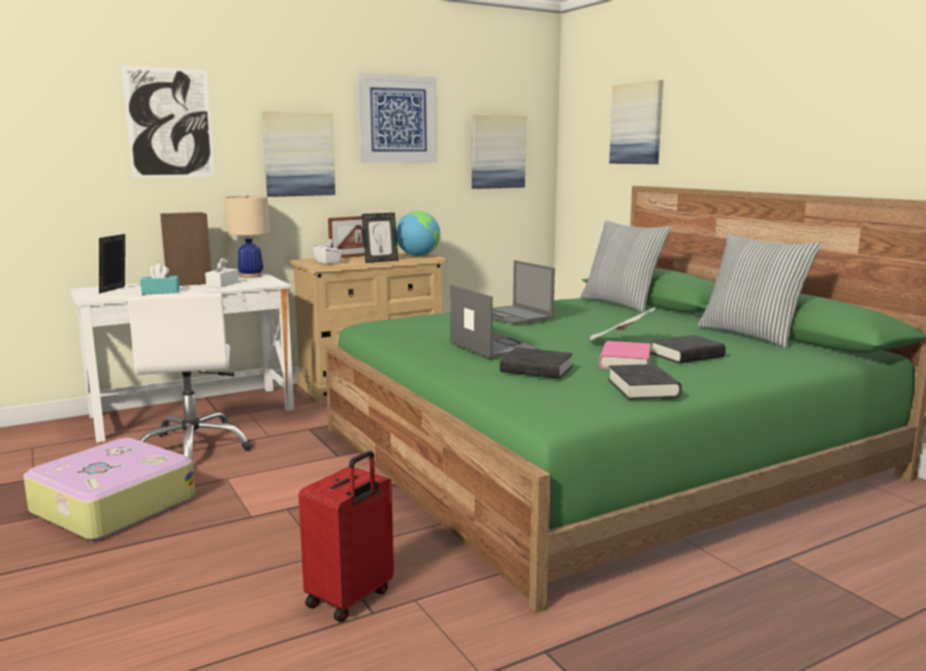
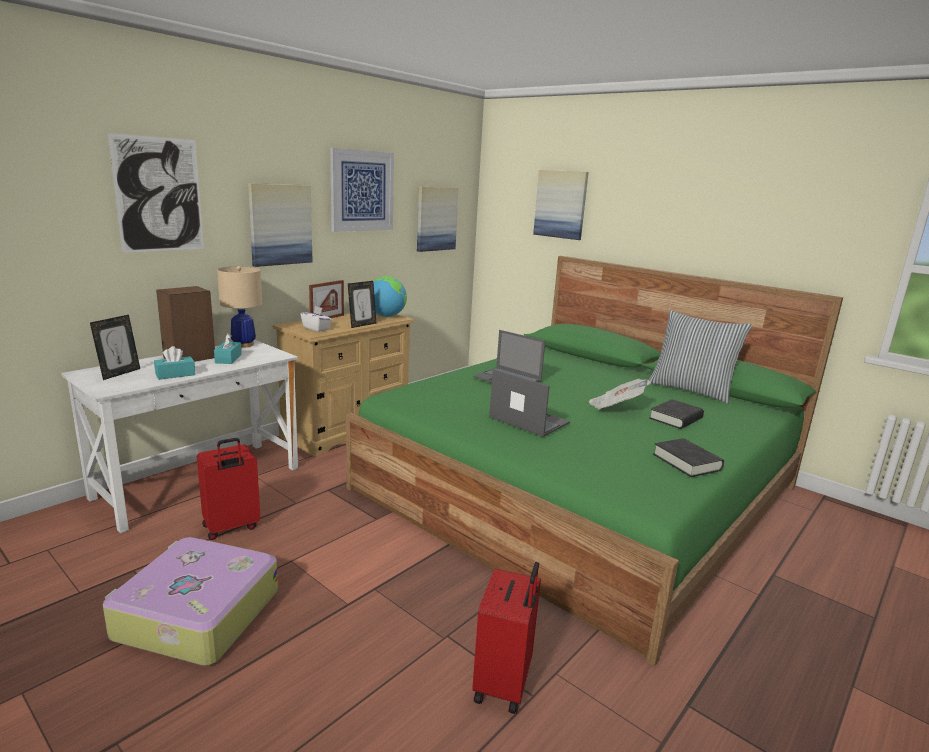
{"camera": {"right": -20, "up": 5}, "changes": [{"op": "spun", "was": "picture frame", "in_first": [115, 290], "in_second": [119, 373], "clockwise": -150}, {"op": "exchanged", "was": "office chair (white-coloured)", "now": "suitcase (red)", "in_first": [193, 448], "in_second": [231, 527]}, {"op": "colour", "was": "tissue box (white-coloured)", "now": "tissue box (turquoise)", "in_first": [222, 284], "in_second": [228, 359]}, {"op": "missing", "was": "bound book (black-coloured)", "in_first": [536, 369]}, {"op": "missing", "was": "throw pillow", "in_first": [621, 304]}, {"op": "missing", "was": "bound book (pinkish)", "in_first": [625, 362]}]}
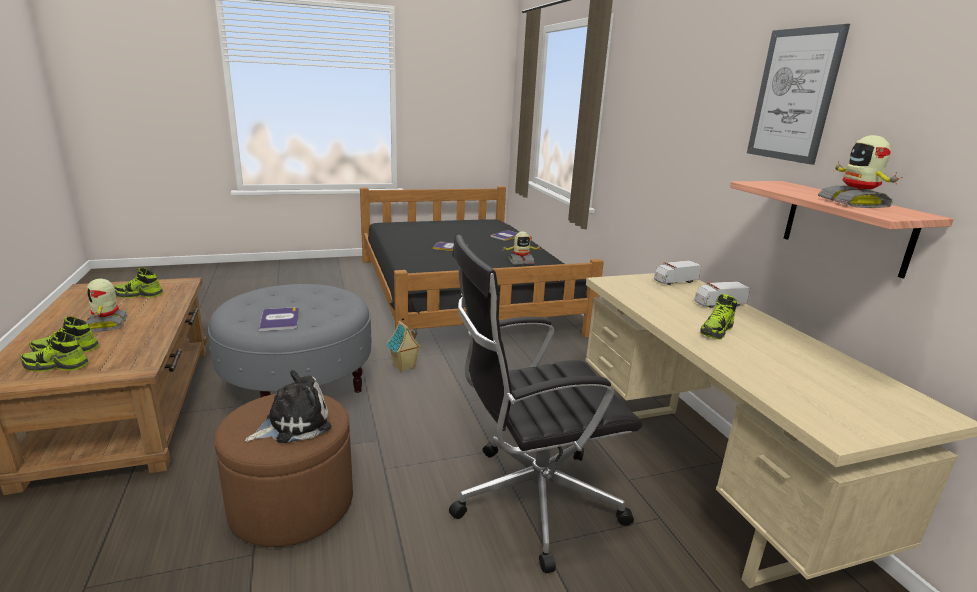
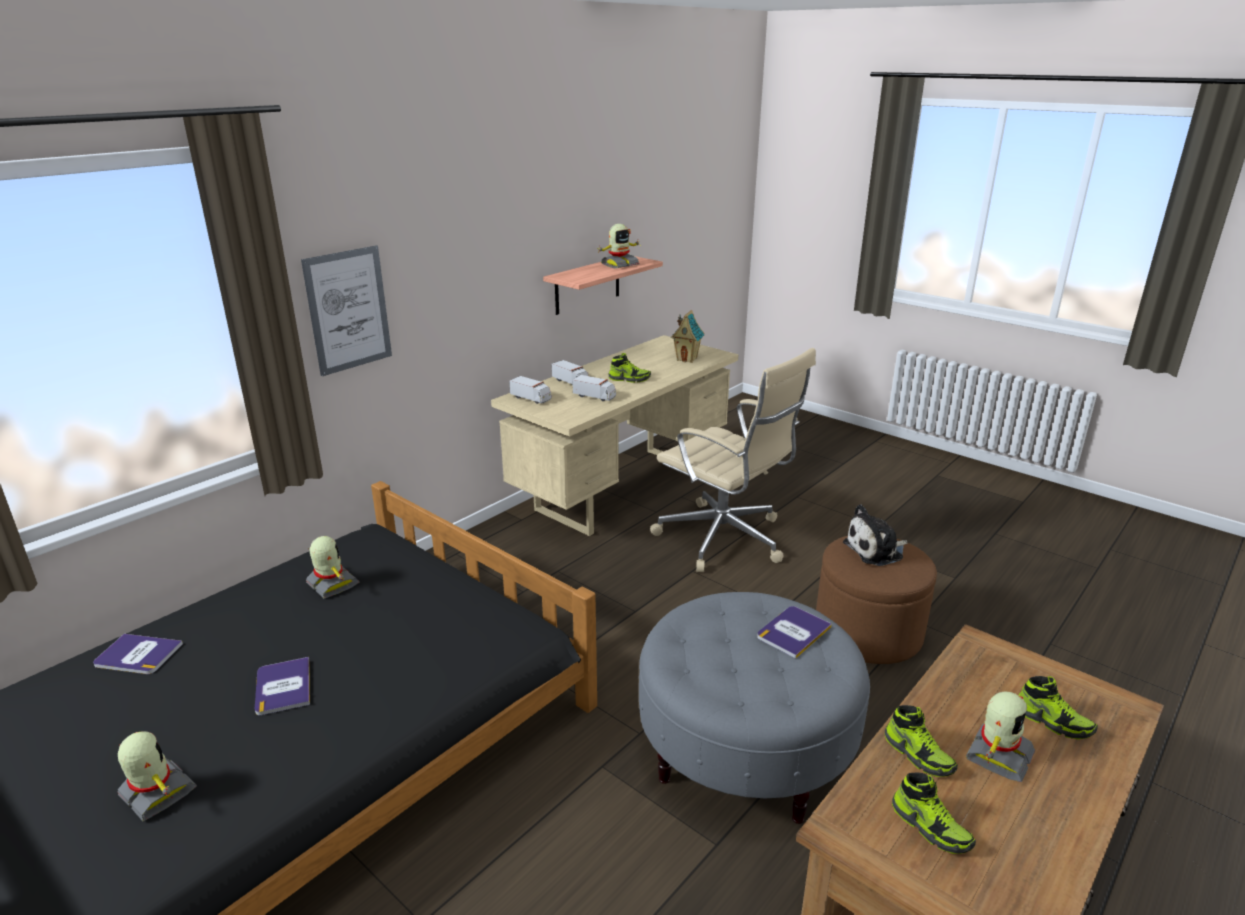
{"camera": {"right": -120, "up": 5}, "changes": [{"op": "relocated", "was": "low shoe", "in_first": [56, 366], "in_second": [918, 755]}, {"op": "spun", "was": "soft toy", "in_first": [293, 424], "in_second": [876, 550], "clockwise": -45}, {"op": "relocated", "was": "toy house", "in_first": [404, 367], "in_second": [687, 359]}, {"op": "colour", "was": "office chair (black-coloured)", "now": "office chair (sand-coloured)", "in_first": [531, 500], "in_second": [725, 540]}, {"op": "relocated", "was": "wall picture", "in_first": [793, 95], "in_second": [348, 310]}, {"op": "appeared", "now": "toy robot", "in_second": [156, 794]}, {"op": "appeared", "now": "model truck", "in_second": [595, 396]}]}
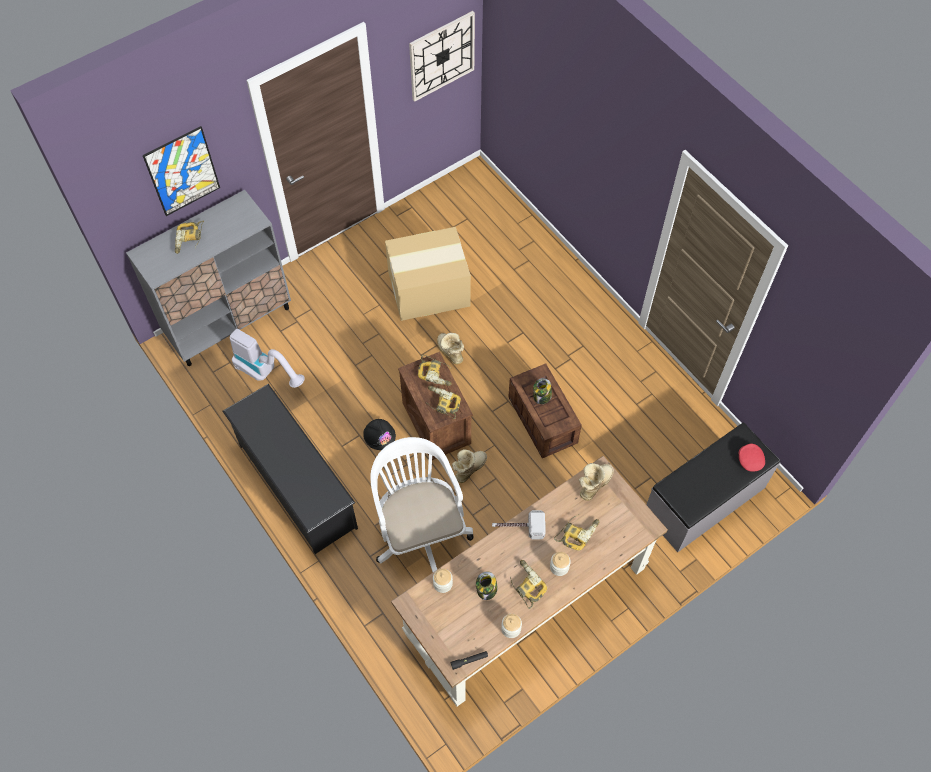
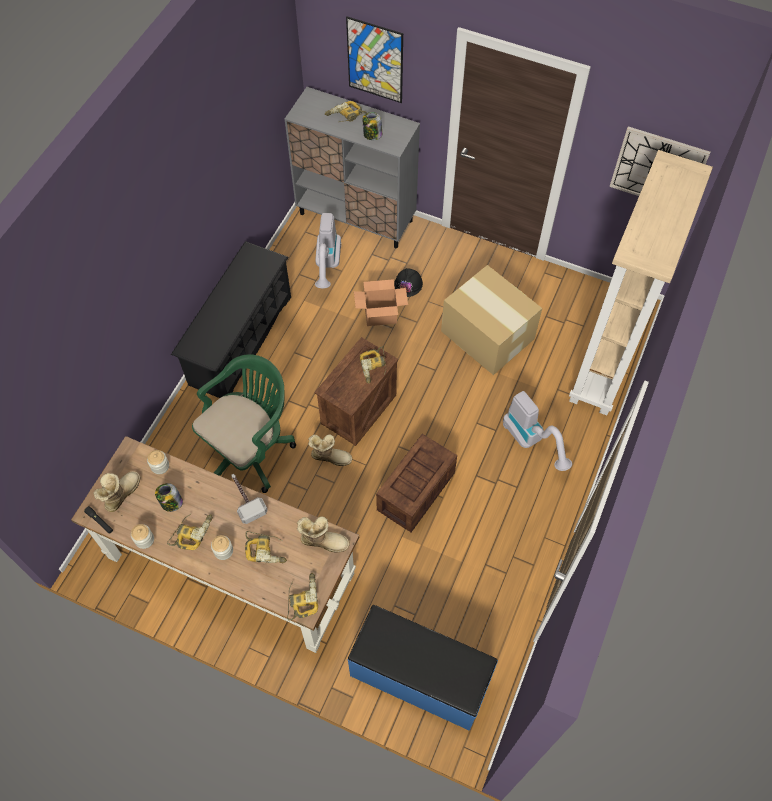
{"camera": {"right": 60, "up": 0}, "changes": [{"op": "relocated", "was": "work helmet (black-coloured)", "in_first": [379, 435], "in_second": [408, 284]}, {"op": "colour", "was": "office chair (white-coloured)", "now": "office chair (green-coloured)", "in_first": [419, 530], "in_second": [250, 449]}, {"op": "relocated", "was": "electric drill", "in_first": [442, 403], "in_second": [302, 597]}, {"op": "relocated", "was": "tall boot", "in_first": [449, 352], "in_second": [120, 494]}, {"op": "relocated", "was": "jar", "in_first": [542, 397], "in_second": [372, 135]}, {"op": "colour", "was": "indoor bench (grey)", "now": "indoor bench (bluish)", "in_first": [705, 501], "in_second": [419, 677]}, {"op": "missing", "was": "baseball cap (red)", "in_first": [749, 459]}, {"op": "appeared", "now": "carton", "in_second": [381, 315]}, {"op": "appeared", "now": "vacuum", "in_second": [532, 441]}, {"op": "appeared", "now": "bookshelf (sand-coloured)", "in_second": [606, 363]}]}
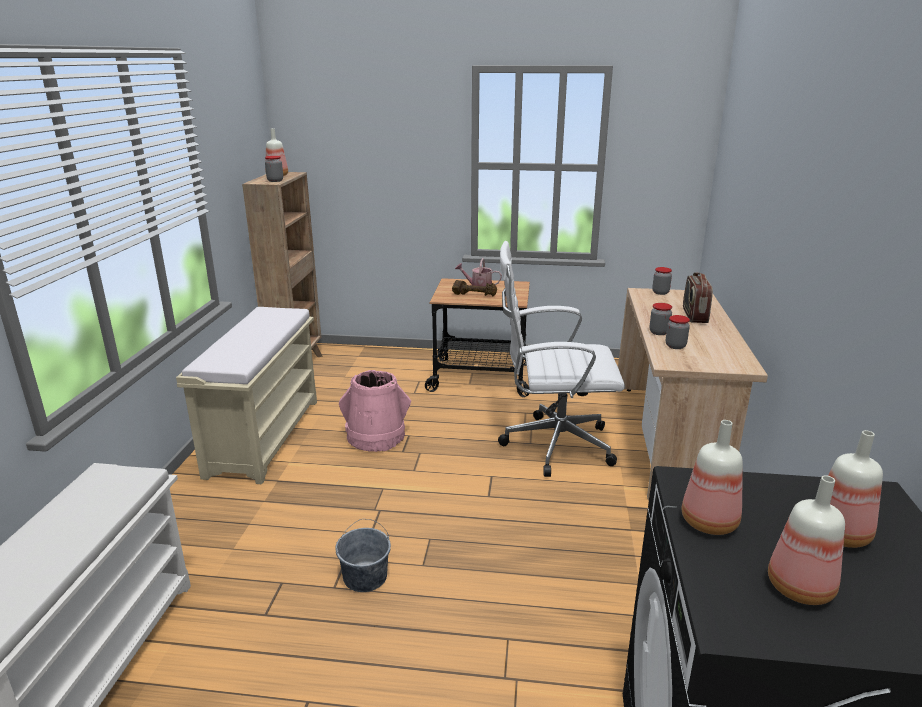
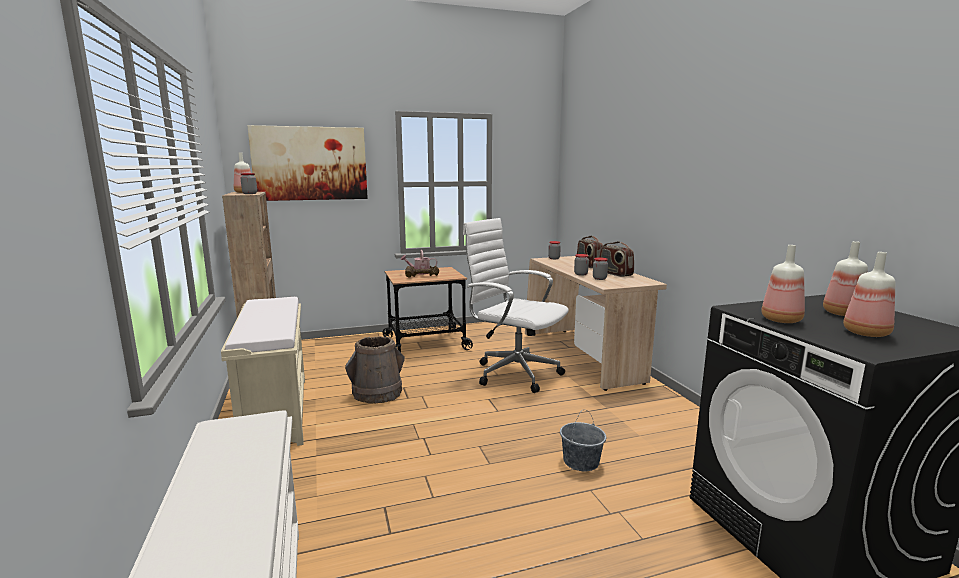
{"camera": {"right": -25, "up": -10}, "changes": [{"op": "relocated", "was": "water bucket (grey)", "in_first": [364, 577], "in_second": [581, 462]}, {"op": "colour", "was": "water bucket (pinkish)", "now": "water bucket (brownish)", "in_first": [376, 437], "in_second": [377, 393]}, {"op": "spun", "was": "office chair (white-coloured)", "in_first": [552, 445], "in_second": [513, 373], "clockwise": 60}, {"op": "appeared", "now": "wall picture", "in_second": [310, 163]}, {"op": "appeared", "now": "radio set", "in_second": [614, 273]}]}
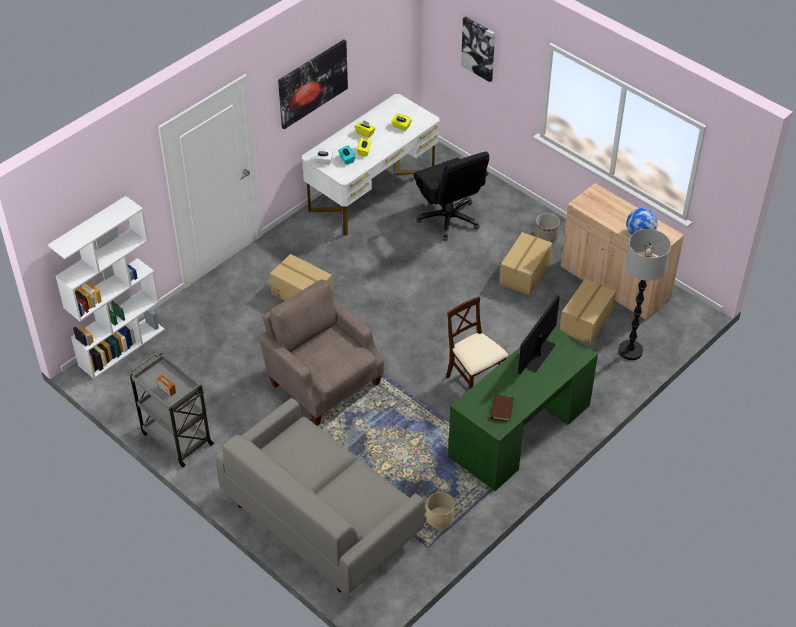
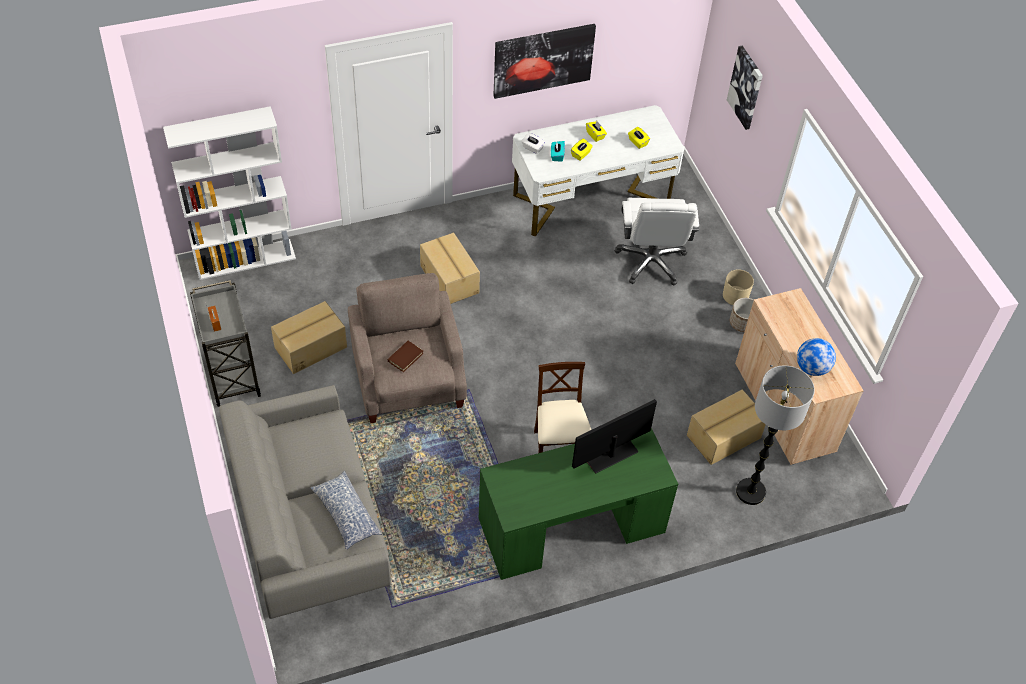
{"camera": {"right": 25, "up": 5}, "changes": [{"op": "colour", "was": "office chair (black-coloured)", "now": "office chair (white-coloured)", "in_first": [449, 218], "in_second": [651, 261]}, {"op": "relocated", "was": "planter (sand-coloured)", "in_first": [440, 518], "in_second": [735, 296]}, {"op": "relocated", "was": "bound book (brownish)", "in_first": [502, 409], "in_second": [405, 357]}, {"op": "relocated", "was": "carton", "in_first": [524, 273], "in_second": [310, 347]}, {"op": "appeared", "now": "throw pillow", "in_second": [346, 515]}]}
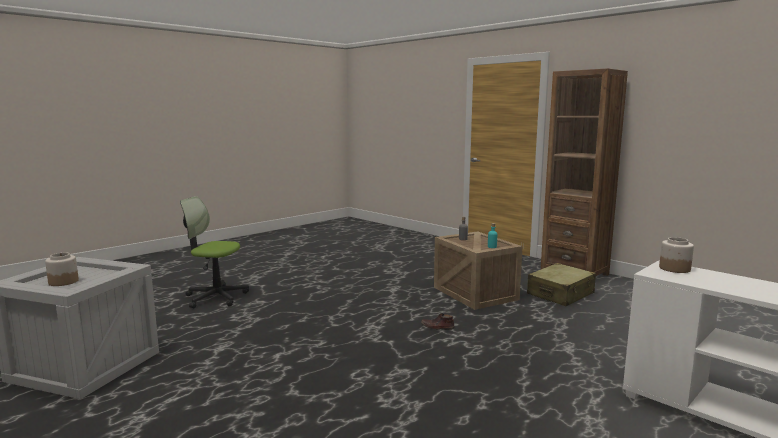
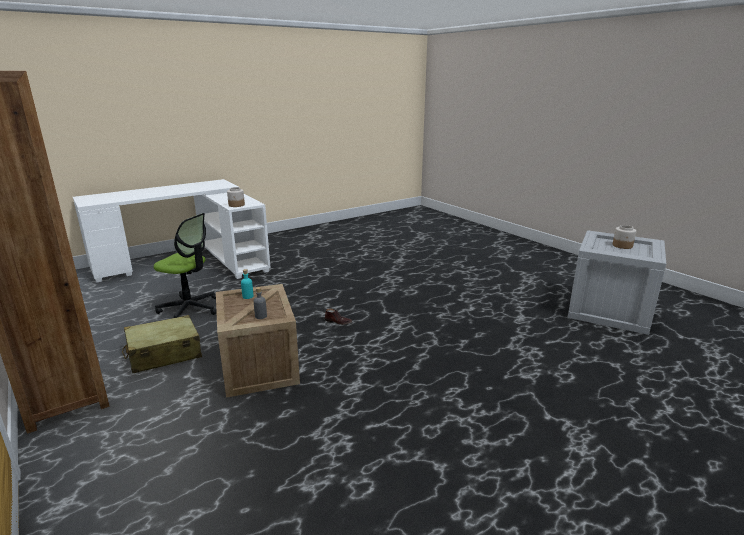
{"camera": {"right": -170, "up": 10}, "changes": [{"op": "relocated", "was": "office chair", "in_first": [216, 297], "in_second": [190, 309]}]}
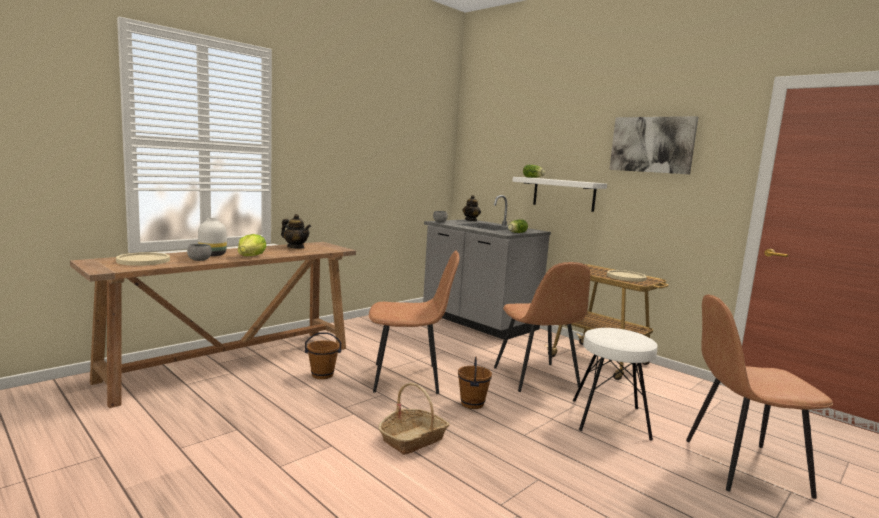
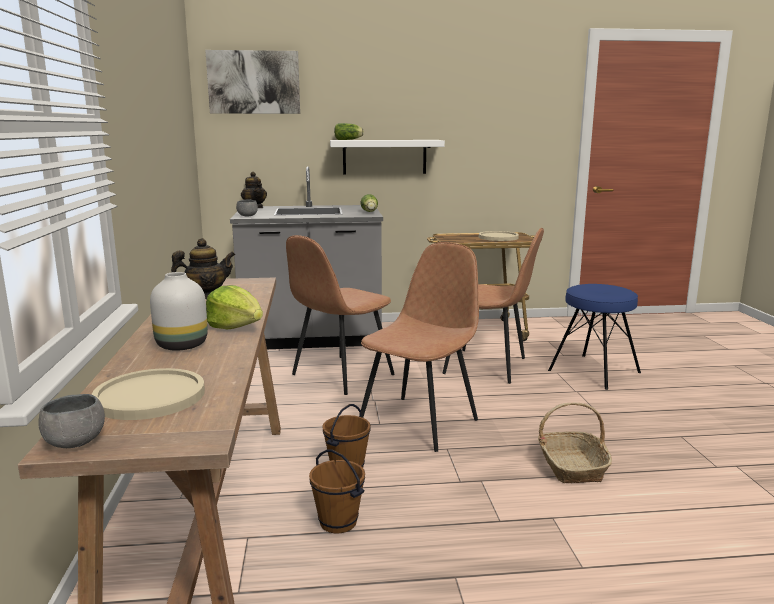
{"camera": {"right": -50, "up": 5}, "changes": [{"op": "relocated", "was": "bowl (grey)", "in_first": [199, 260], "in_second": [75, 442]}, {"op": "relocated", "was": "water bucket (brownish)", "in_first": [472, 404], "in_second": [339, 522]}, {"op": "colour", "was": "sitting stool (white-coloured)", "now": "sitting stool (bluish)", "in_first": [610, 419], "in_second": [594, 371]}, {"op": "relocated", "was": "wall picture", "in_first": [652, 144], "in_second": [254, 82]}, {"op": "relocated", "was": "upright chair (brownish)", "in_first": [741, 466], "in_second": [340, 375]}]}
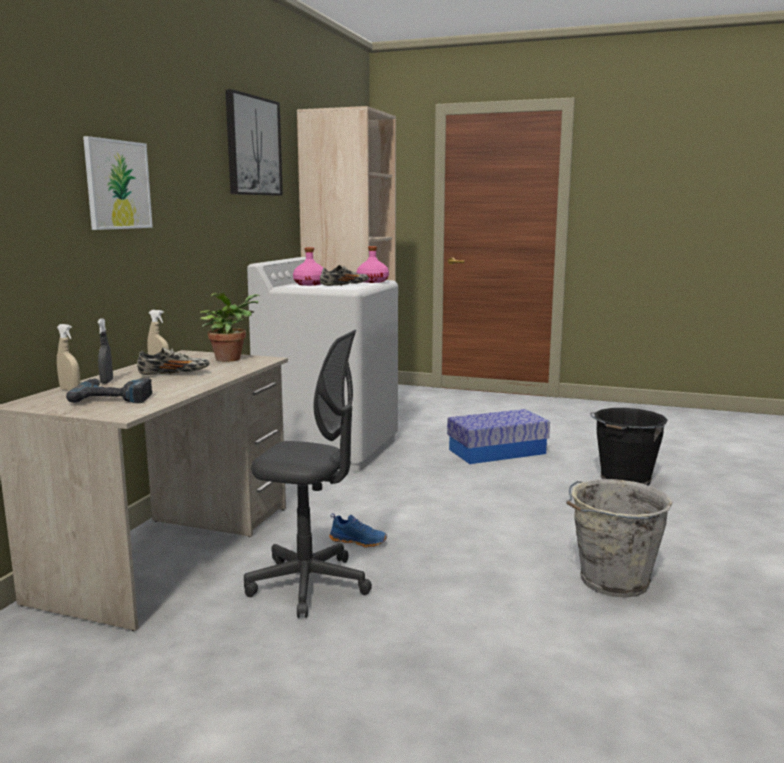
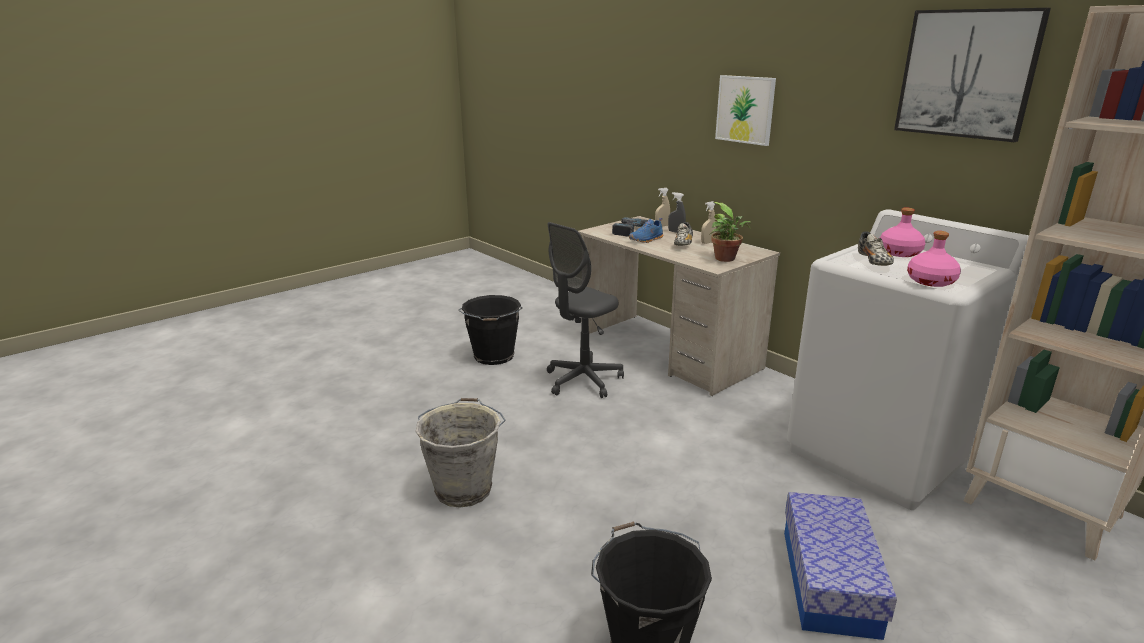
{"camera": {"right": 120, "up": 10}, "changes": [{"op": "relocated", "was": "low shoe (bluish)", "in_first": [358, 541], "in_second": [647, 240]}, {"op": "appeared", "now": "water bucket (black-coloured)", "in_second": [493, 357]}]}
